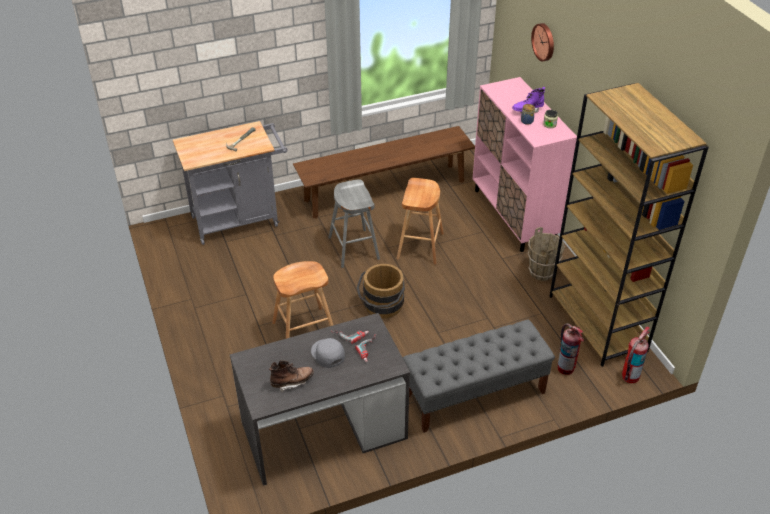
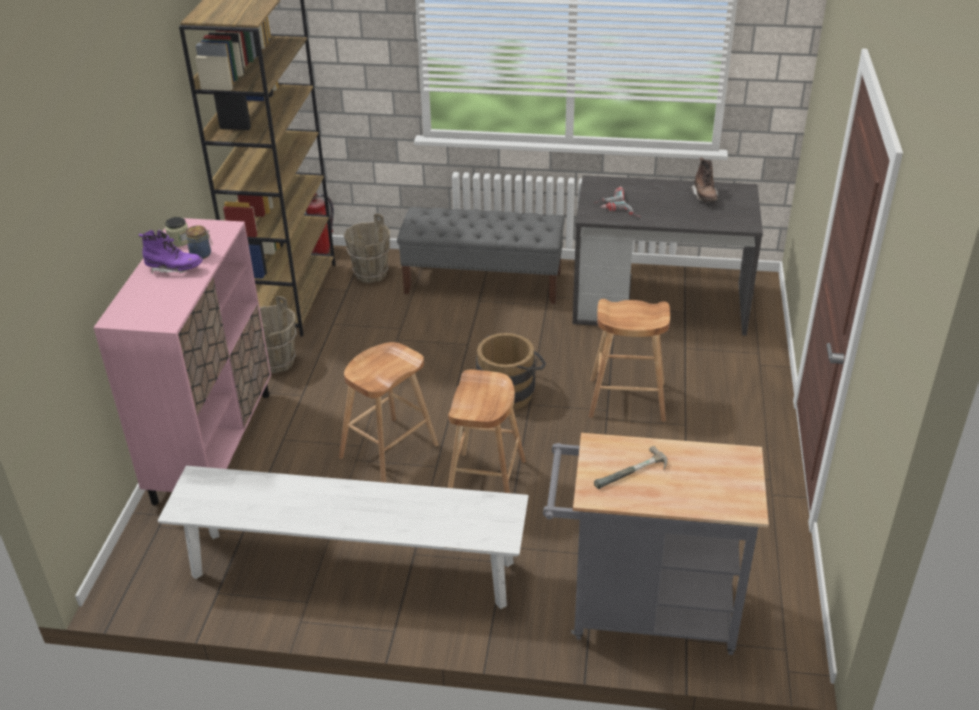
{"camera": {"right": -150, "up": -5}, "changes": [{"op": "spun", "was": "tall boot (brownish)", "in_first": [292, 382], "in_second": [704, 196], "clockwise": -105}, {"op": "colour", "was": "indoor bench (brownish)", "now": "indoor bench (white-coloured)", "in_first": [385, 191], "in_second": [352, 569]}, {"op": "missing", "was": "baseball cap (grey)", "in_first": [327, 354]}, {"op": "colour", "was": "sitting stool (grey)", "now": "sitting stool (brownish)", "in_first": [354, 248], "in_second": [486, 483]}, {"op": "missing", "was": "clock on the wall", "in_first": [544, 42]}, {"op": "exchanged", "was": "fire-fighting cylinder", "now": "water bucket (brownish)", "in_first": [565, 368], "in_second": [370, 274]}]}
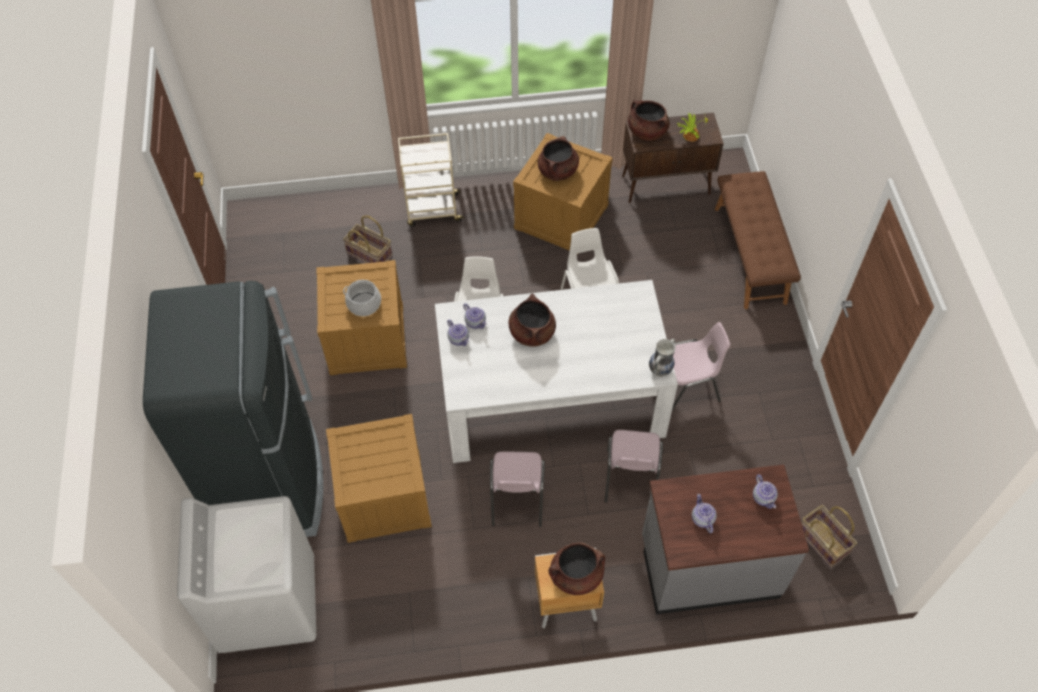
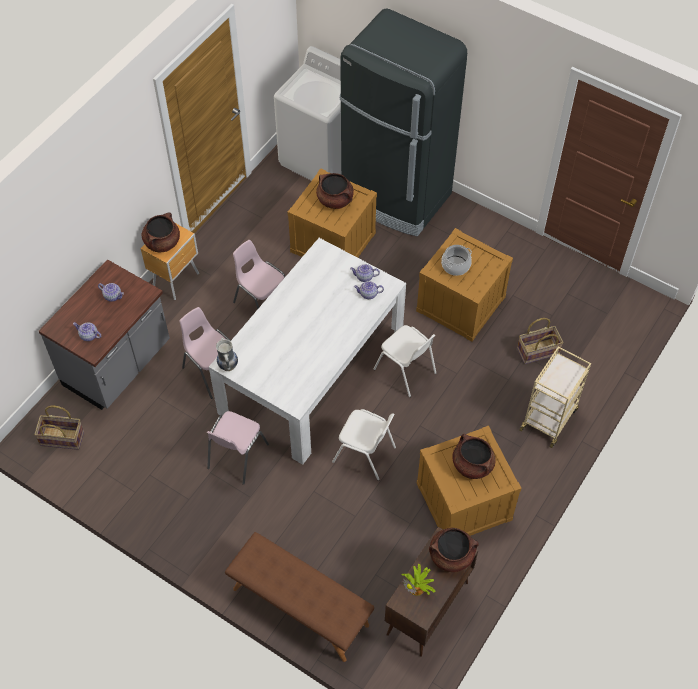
{"camera": {"right": 130, "up": 0}, "changes": [{"op": "relocated", "was": "stockpot (brownish)", "in_first": [532, 332], "in_second": [335, 200]}]}
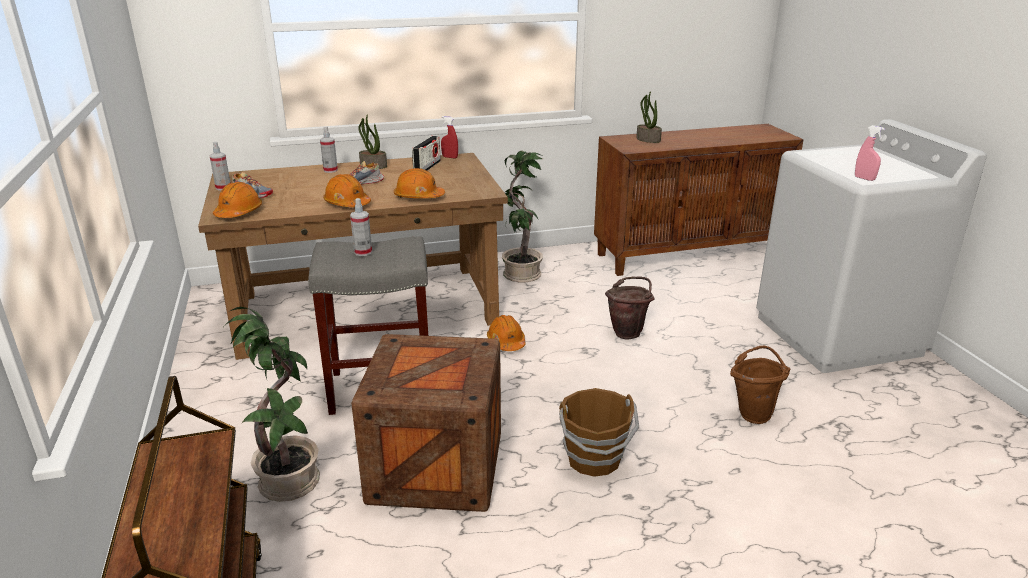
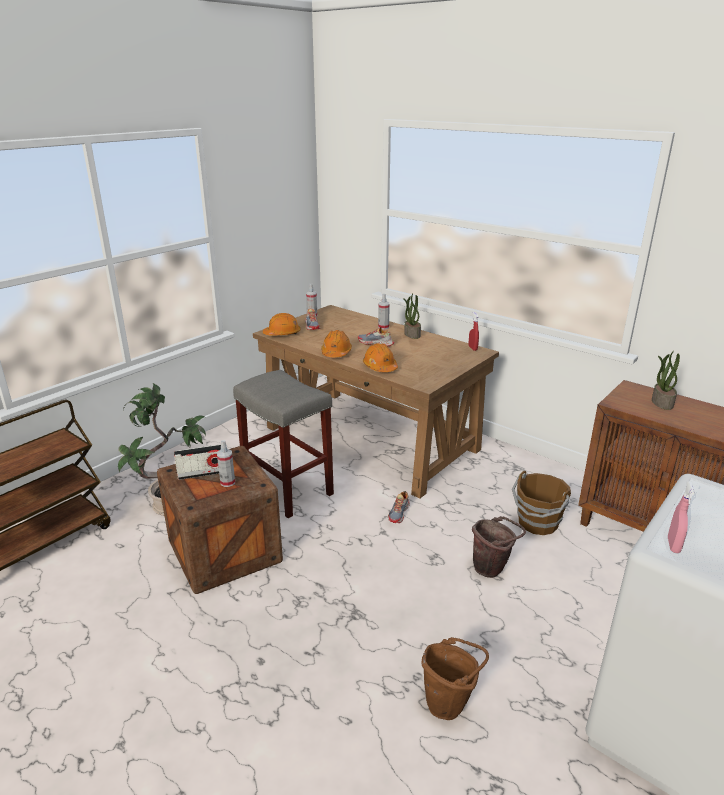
{"camera": {"right": 55, "up": 0}, "changes": [{"op": "relocated", "was": "hand sprayer", "in_first": [363, 252], "in_second": [227, 482]}, {"op": "relocated", "was": "radio set", "in_first": [427, 167], "in_second": [203, 473]}, {"op": "exchanged", "was": "work helmet (orange-coloured)", "now": "low shoe", "in_first": [506, 342], "in_second": [399, 513]}, {"op": "missing", "was": "plant in a pot", "in_first": [520, 274]}, {"op": "relocated", "was": "water bucket (brownish)", "in_first": [594, 459], "in_second": [537, 523]}]}
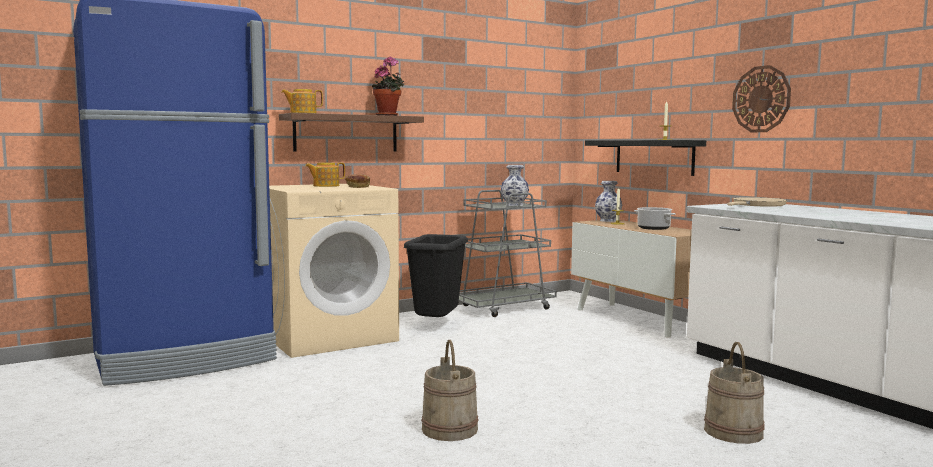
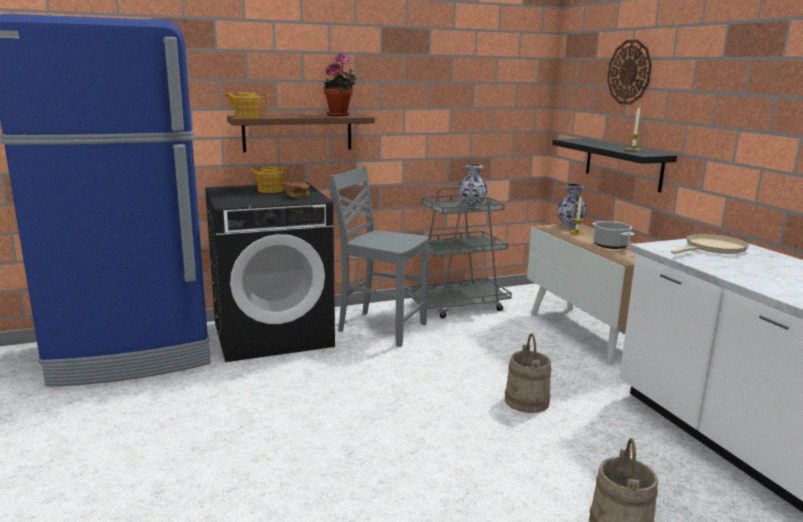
{"camera": {"right": 10, "up": 10}, "changes": [{"op": "colour", "was": "laundry machine (sand-coloured)", "now": "laundry machine (black-coloured)", "in_first": [329, 336], "in_second": [273, 334]}, {"op": "exchanged", "was": "rubbish bin (black-coloured)", "now": "upright chair (grey)", "in_first": [437, 326], "in_second": [380, 327]}, {"op": "relocated", "was": "water bucket (sand-coloured)", "in_first": [450, 429], "in_second": [527, 401]}, {"op": "relocated", "was": "clock on the wall", "in_first": [761, 99], "in_second": [629, 72]}]}
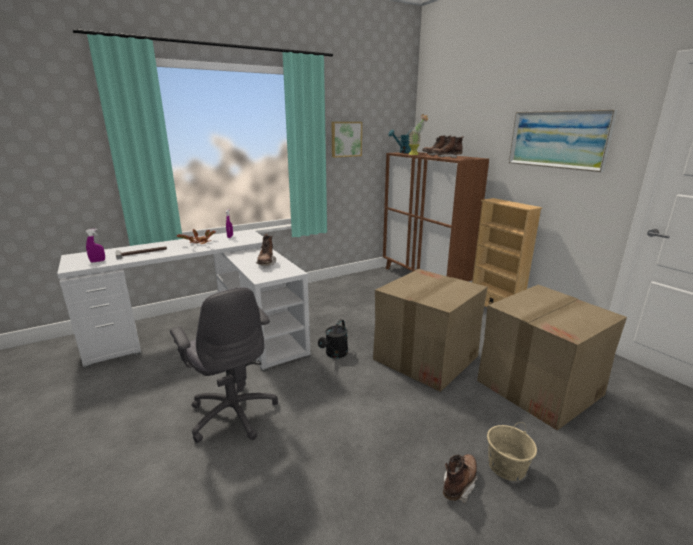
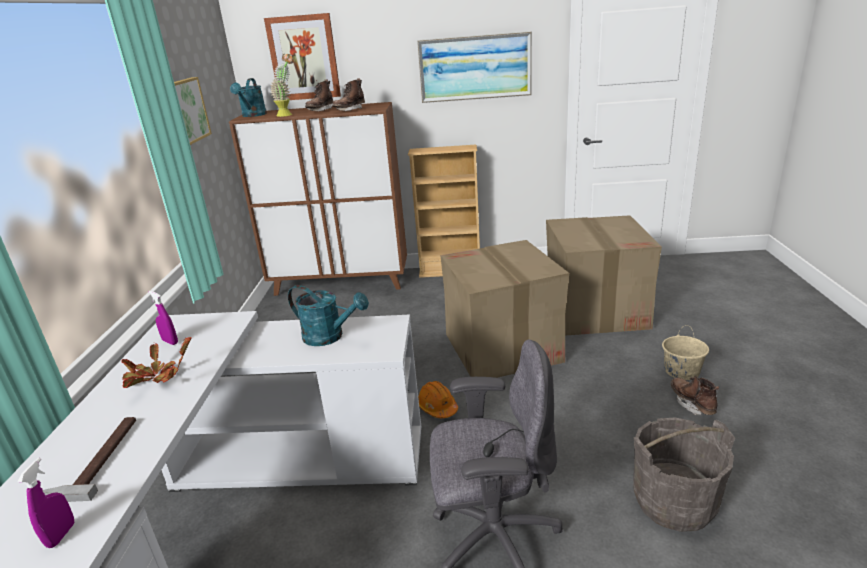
{"camera": {"right": -55, "up": 5}, "changes": [{"op": "exchanged", "was": "tall boot (brownish)", "now": "watering can (turquoise)", "in_first": [266, 263], "in_second": [329, 337]}, {"op": "exchanged", "was": "watering can (black-coloured)", "now": "work helmet (orange-coloured)", "in_first": [335, 354], "in_second": [437, 407]}, {"op": "appeared", "now": "wall picture", "in_second": [304, 58]}, {"op": "appeared", "now": "water bucket (grey)", "in_second": [674, 502]}]}
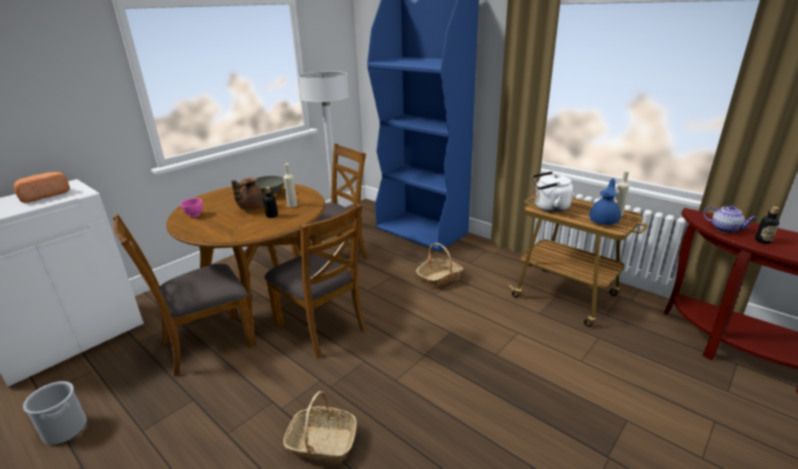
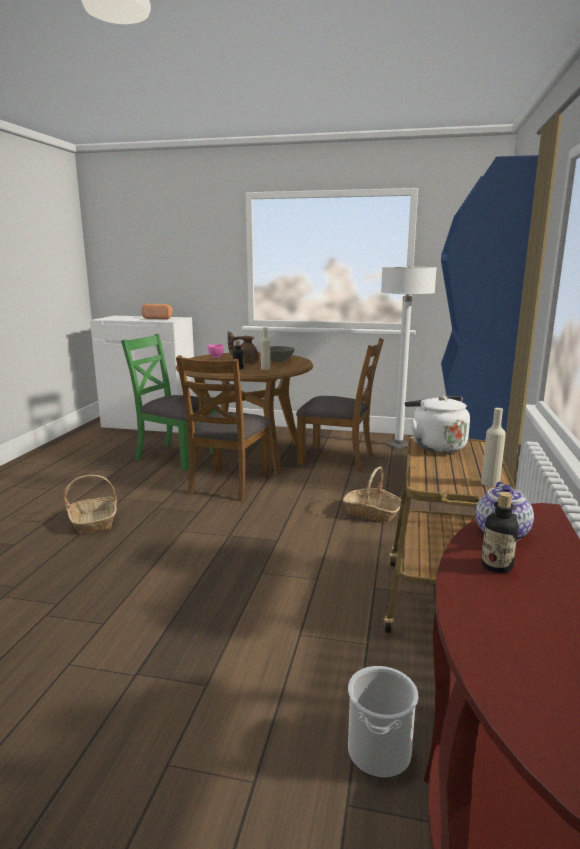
{"camera": {"right": 60, "up": -10}, "changes": [{"op": "relocated", "was": "water bucket", "in_first": [65, 430], "in_second": [379, 751]}, {"op": "colour", "was": "upright chair (brownish)", "now": "upright chair (green-coloured)", "in_first": [207, 343], "in_second": [175, 456]}, {"op": "missing", "was": "teapot (bluish)", "in_first": [604, 221]}]}
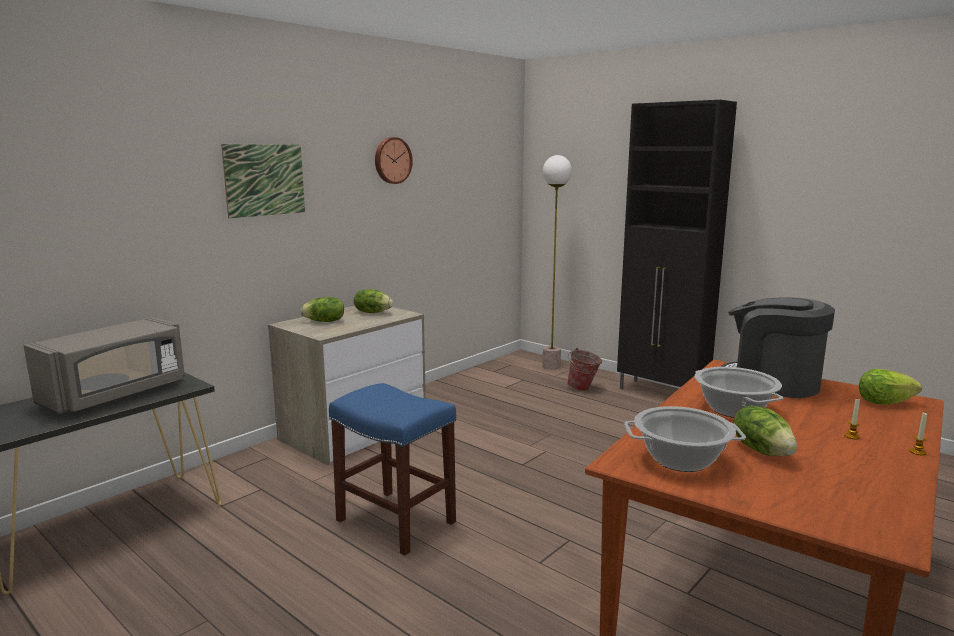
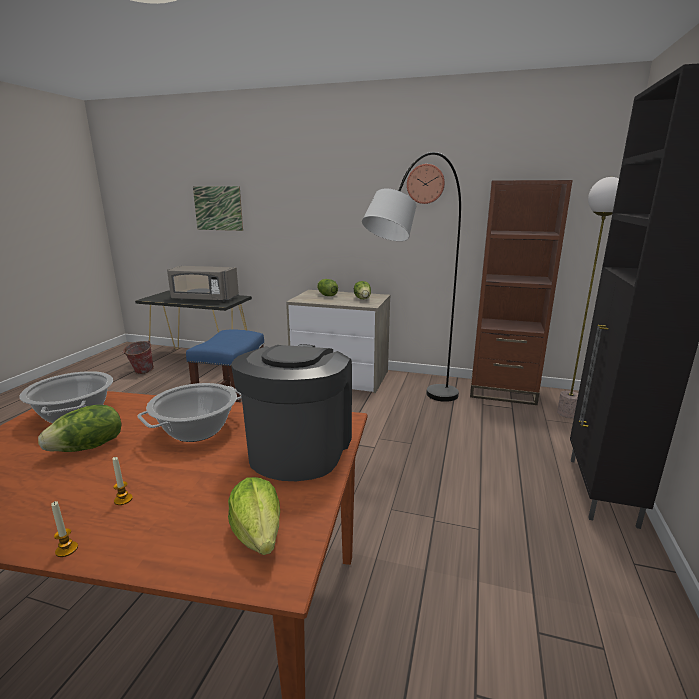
{"camera": {"right": 65, "up": 5}, "changes": [{"op": "relocated", "was": "wall picture", "in_first": [265, 180], "in_second": [218, 208]}, {"op": "relocated", "was": "water bucket", "in_first": [583, 389], "in_second": [141, 372]}, {"op": "appeared", "now": "standing lamp (grey)", "in_second": [412, 417]}, {"op": "appeared", "now": "bookshelf (brownish)", "in_second": [502, 392]}]}
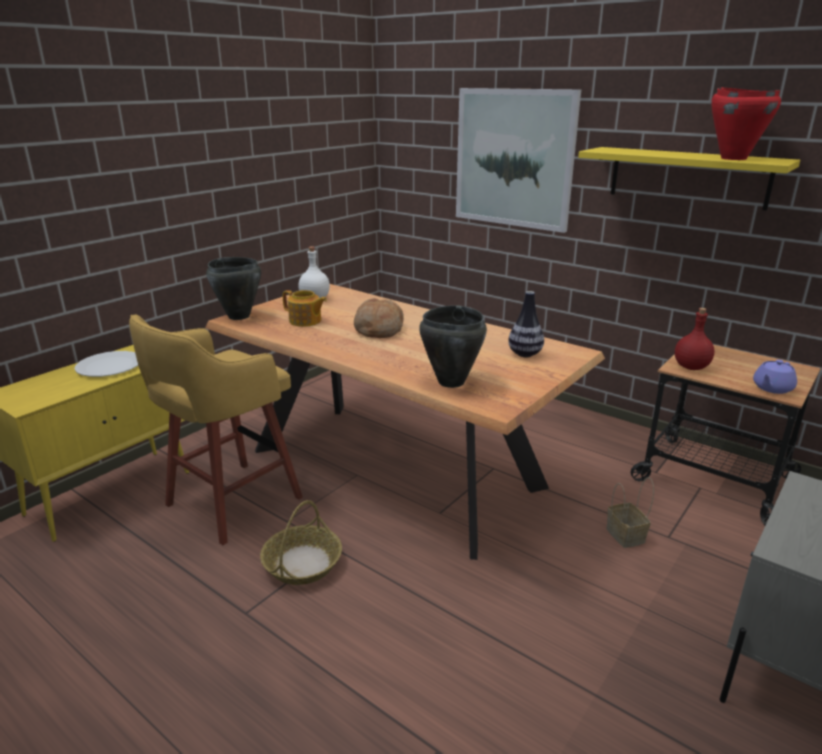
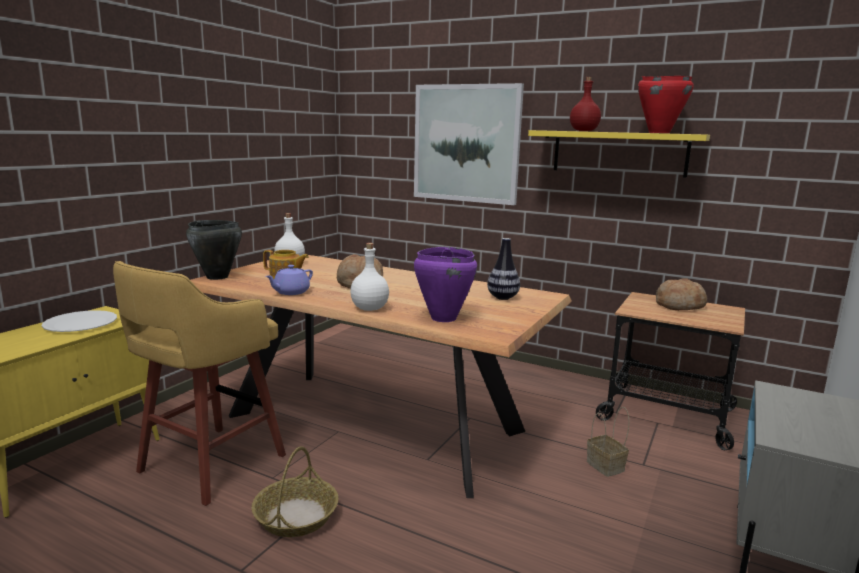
{"camera": {"right": -10, "up": -10}, "changes": [{"op": "colour", "was": "stockpot (black-coloured)", "now": "stockpot (purplish)", "in_first": [450, 382], "in_second": [443, 318]}, {"op": "relocated", "was": "bottle (red)", "in_first": [690, 367], "in_second": [583, 131]}, {"op": "relocated", "was": "teapot (purplish)", "in_first": [772, 388], "in_second": [290, 292]}, {"op": "appeared", "now": "bottle (white-coloured)", "in_second": [369, 309]}, {"op": "appeared", "now": "baked bread", "in_second": [679, 305]}]}
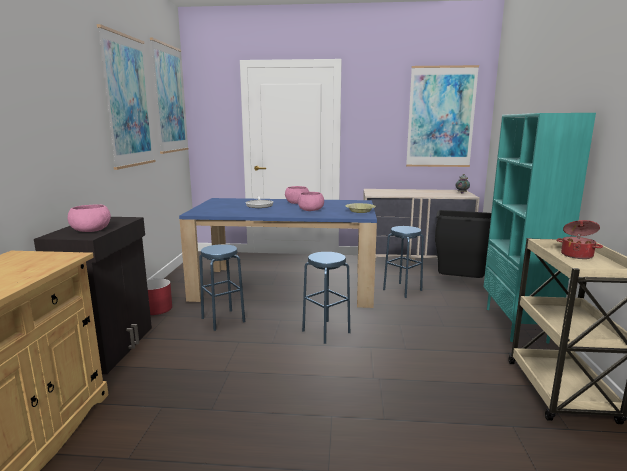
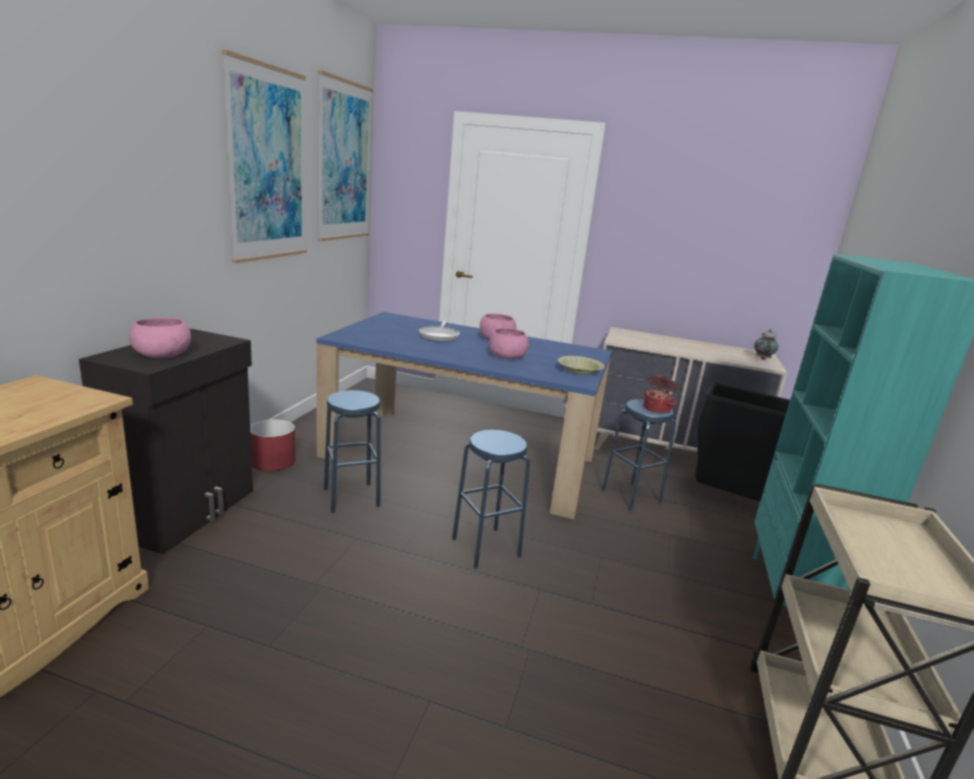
{"camera": {"right": 10, "up": 5}, "changes": [{"op": "missing", "was": "wall picture", "in_first": [441, 117]}, {"op": "relocated", "was": "stockpot", "in_first": [577, 255], "in_second": [657, 408]}]}
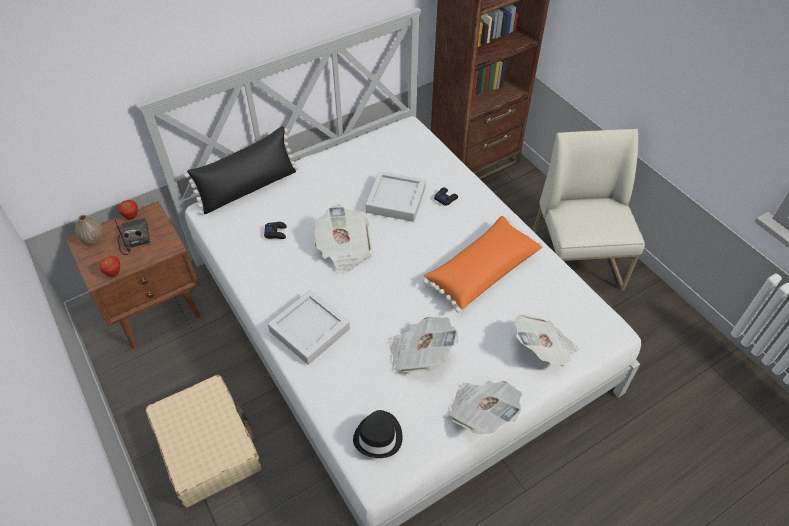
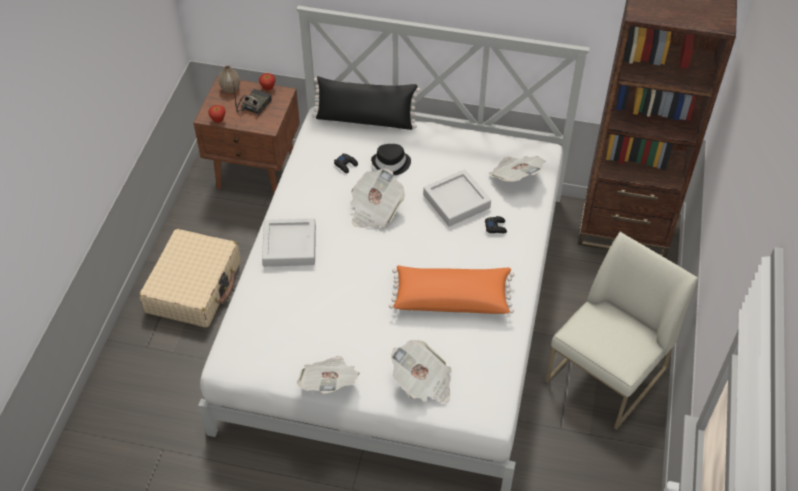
{"camera": {"right": 45, "up": 0}, "changes": [{"op": "relocated", "was": "clothing hat (black-coloured)", "in_first": [379, 436], "in_second": [391, 164]}, {"op": "relocated", "was": "printed paper", "in_first": [420, 353], "in_second": [515, 177]}]}
